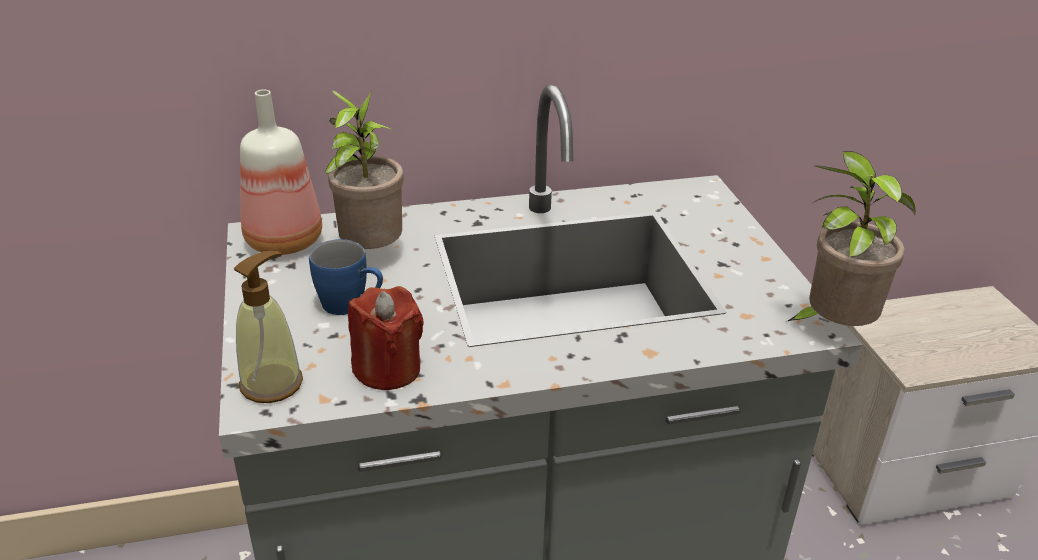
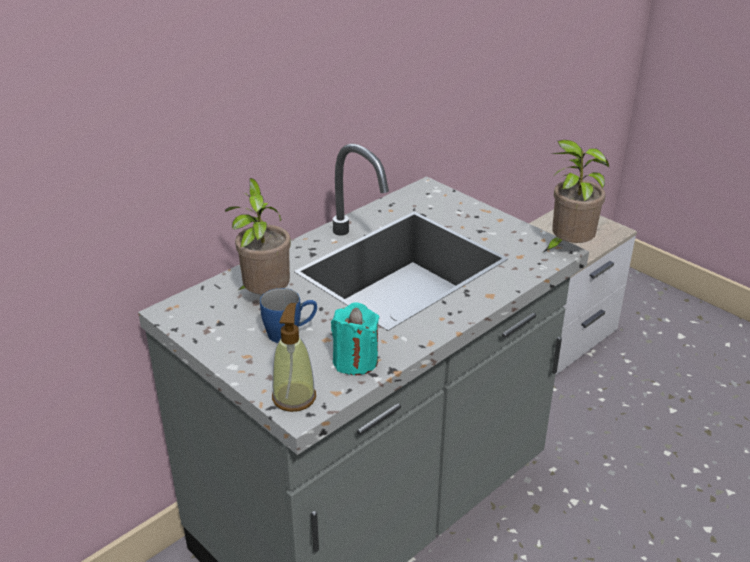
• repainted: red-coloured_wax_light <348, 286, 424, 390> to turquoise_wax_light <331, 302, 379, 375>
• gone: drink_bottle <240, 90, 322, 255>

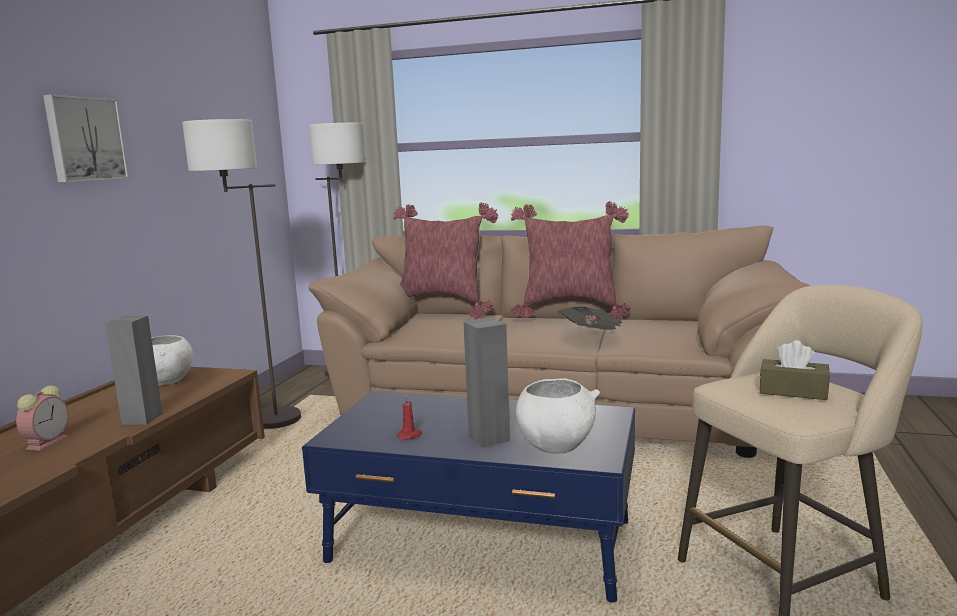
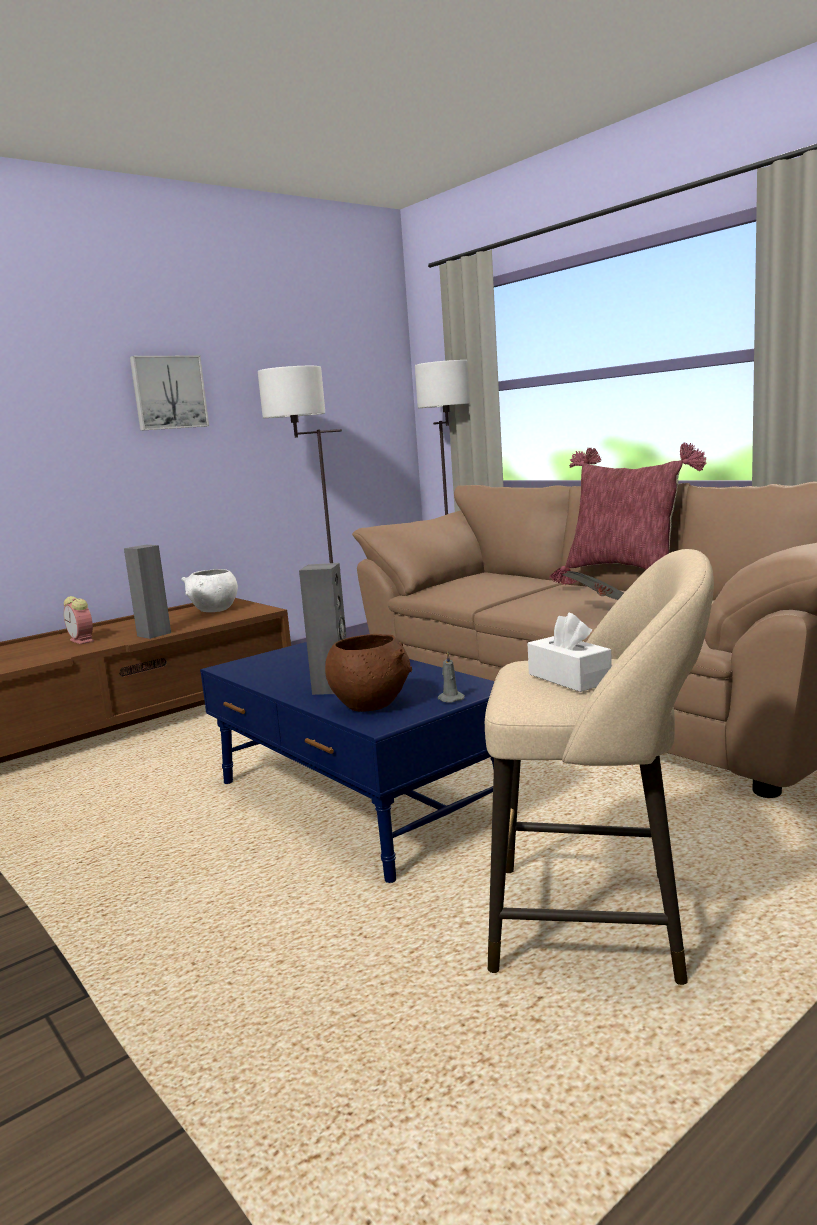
• rotated: table_clock <16, 386, 68, 451> = <64, 596, 94, 644> 90 degrees clockwise
• repainted: white_bowl <516, 378, 600, 454> to brownish_bowl <325, 634, 412, 712>
• new: grey_wax_light <438, 651, 465, 703>
• repainted: brownish_tissue_box <760, 340, 830, 400> to white_tissue_box <527, 613, 612, 692>
• gone: red-coloured_throw_pillow <393, 203, 498, 319>
• gone: red-coloured_wax_light <397, 395, 422, 440>

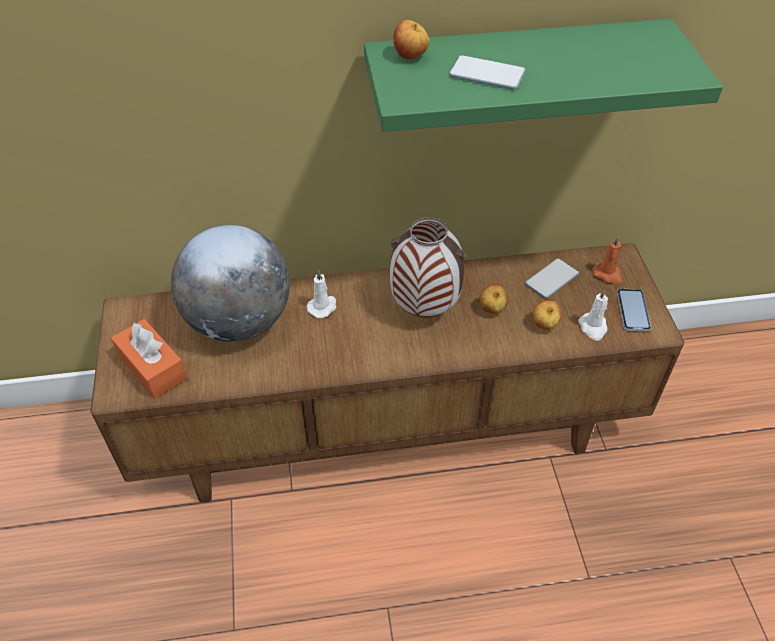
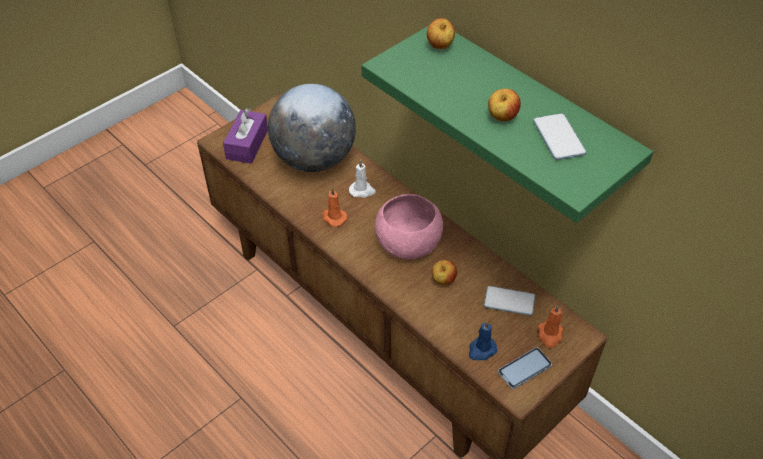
• repainted: orangey_tissue_box <111, 319, 187, 399> to purplish_tissue_box <223, 108, 268, 164>
• new: orangey_wax_light <322, 187, 347, 227>
• swapped: flower_vase <390, 217, 465, 317> to pink-coloured_bowl <375, 194, 443, 259>
• repainted: white_wax_light <578, 289, 608, 341> to blue_wax_light <469, 320, 497, 360>
• shifted: apple <532, 300, 562, 330> to <488, 89, 521, 121>
• shifted: telephone <449, 55, 526, 90> to <533, 113, 587, 160>

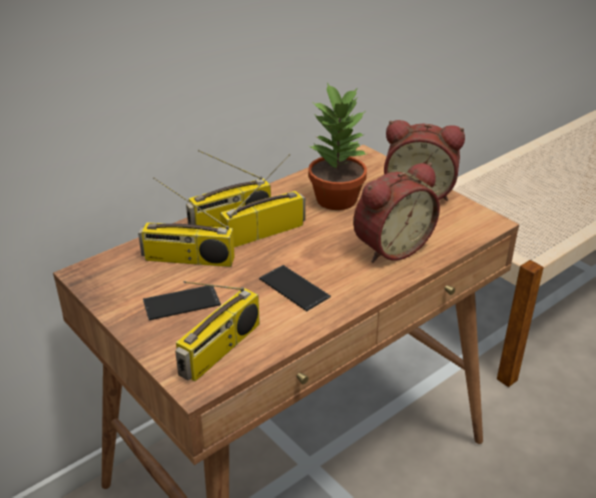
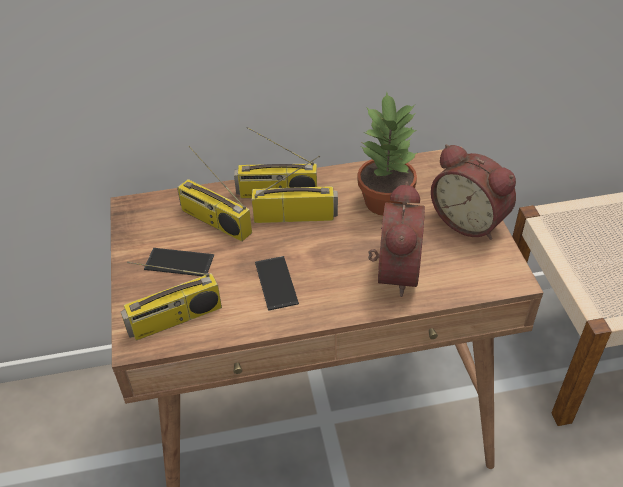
• rotated: table_clock <353, 163, 440, 263> = <368, 182, 425, 297> 75 degrees counterclockwise

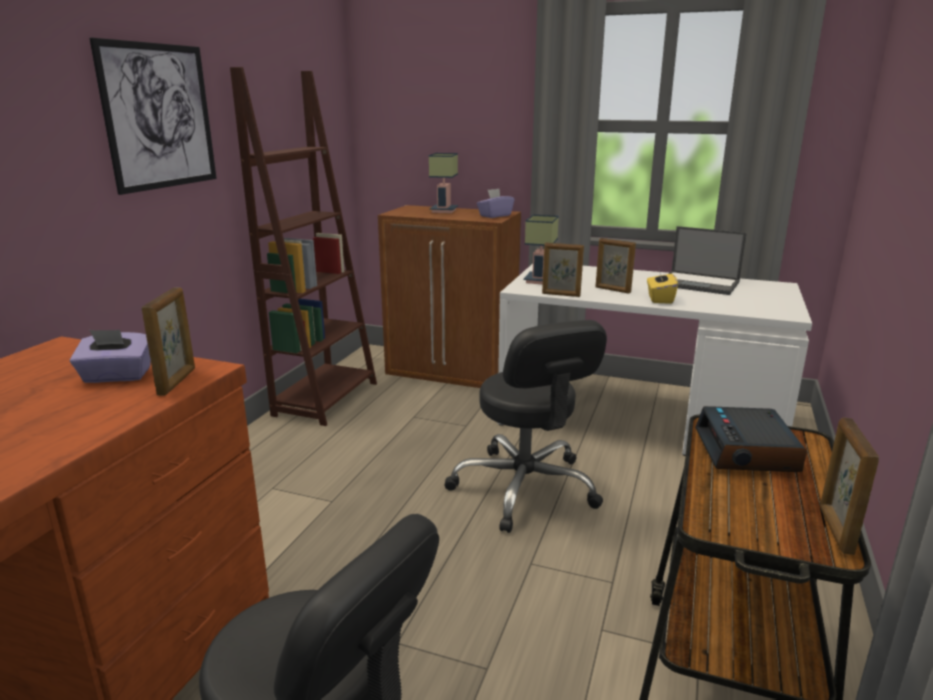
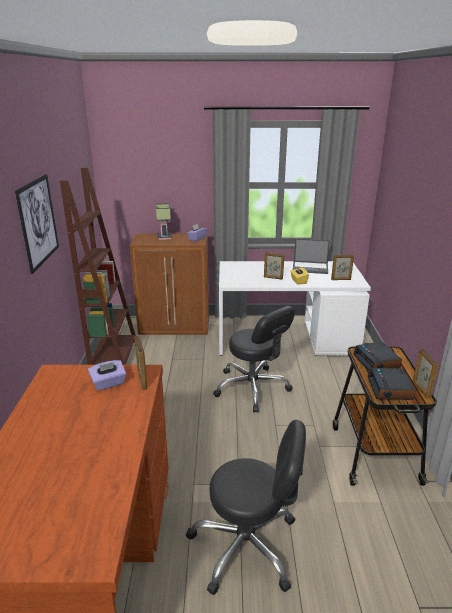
• shifted: picture_frame <542, 243, 584, 297> to <331, 255, 354, 280>
• new: table_clock <368, 368, 416, 400>
• gone: tabletop_lamp <523, 214, 559, 285>

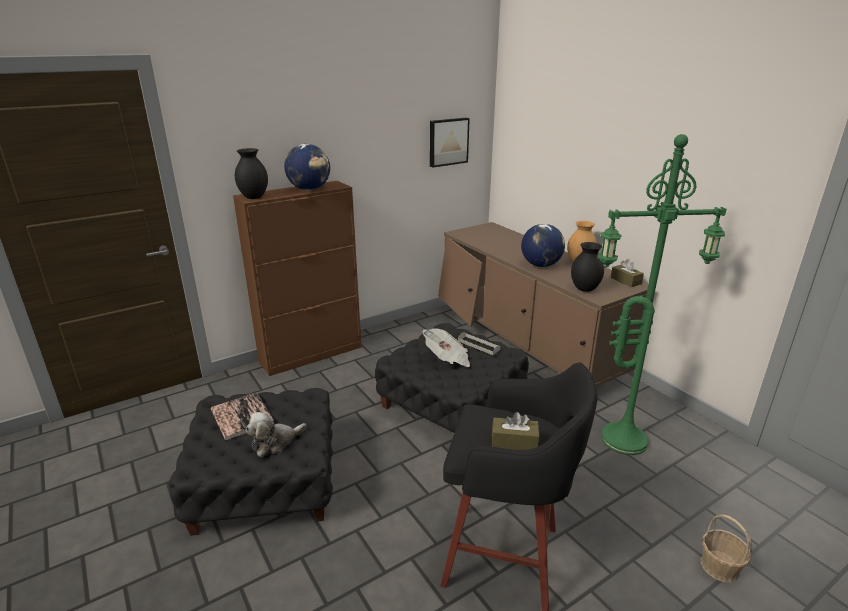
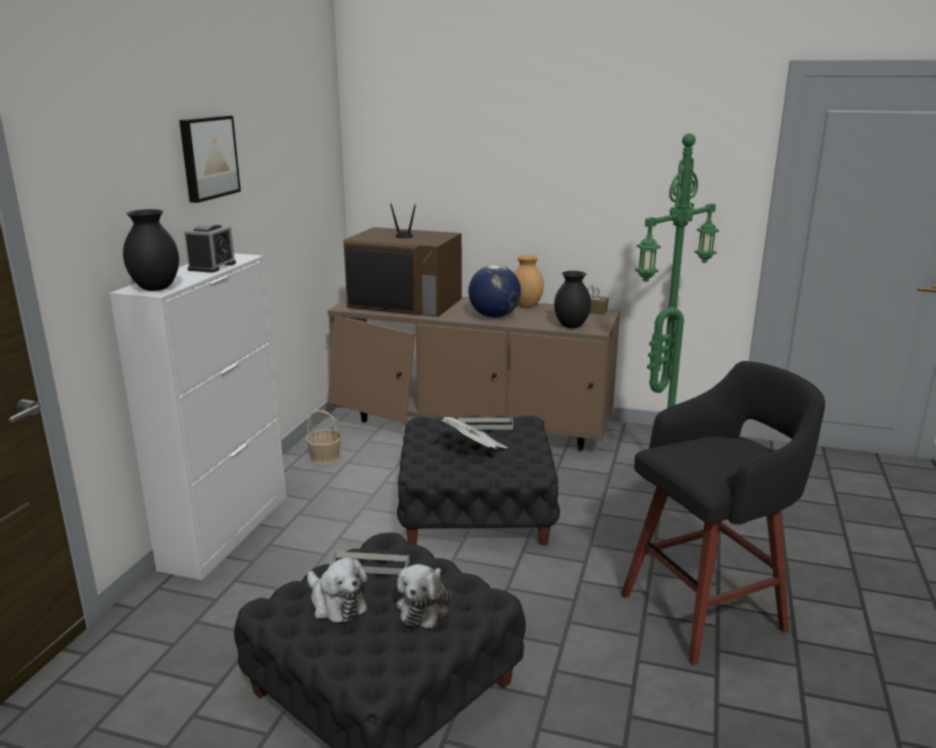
• repainted: brownish_cupboard <233, 181, 361, 376> to white_cupboard <109, 253, 286, 580>
• shifted: picture <430, 118, 470, 167> to <179, 115, 241, 203>
• swapped: desk_globe <284, 144, 330, 190> to table_clock <184, 224, 236, 273>
• shifted: basket <701, 514, 753, 583> to <306, 410, 342, 465>
• swapped: book <211, 393, 274, 440> to cuddly_toy <307, 558, 367, 623>
• new: grey_serving_tray <330, 551, 410, 575>
• new: TV_set <343, 203, 462, 317>
• gone: brownish_tissue_box <492, 412, 539, 450>

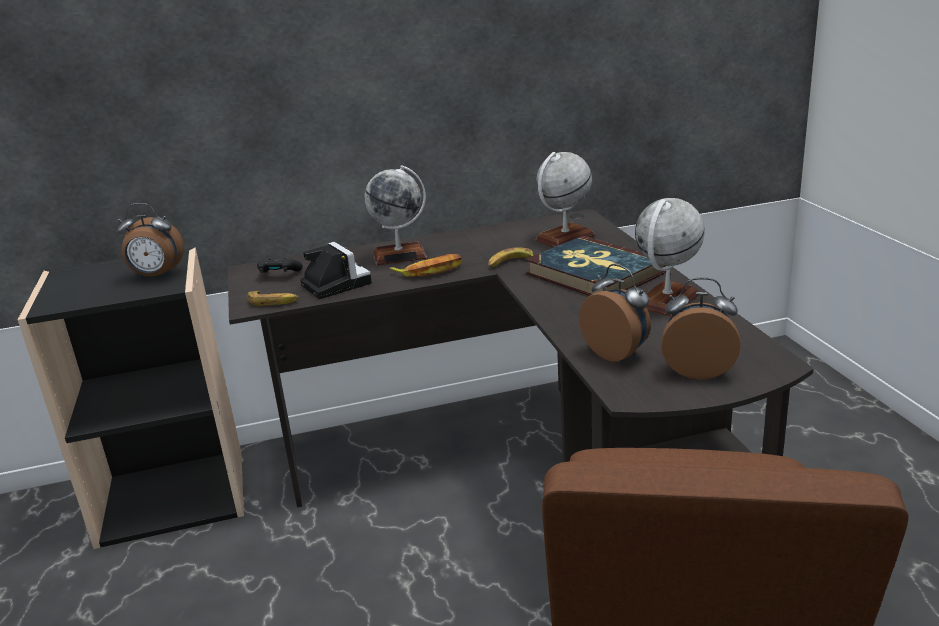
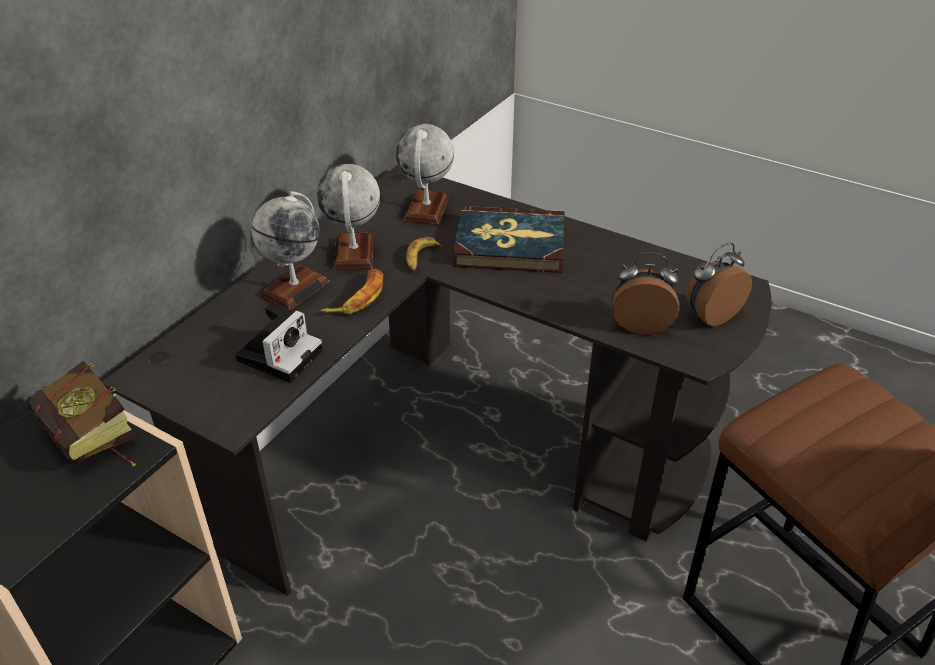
• swapped: table_clock <117, 203, 184, 278> to book <28, 361, 135, 466>
• rotated: still_camera <300, 242, 372, 299> = <235, 303, 323, 383> 105 degrees clockwise
• shifted: desk_globe <635, 198, 705, 316> to <317, 164, 380, 270>
• gone: banana_fruit <247, 291, 299, 306>
• gone: blackish_game_controller <257, 258, 303, 273>

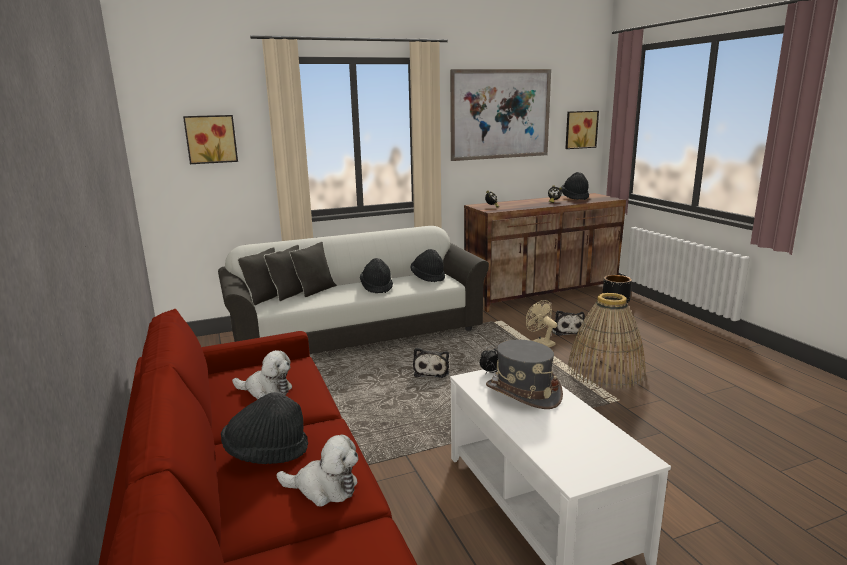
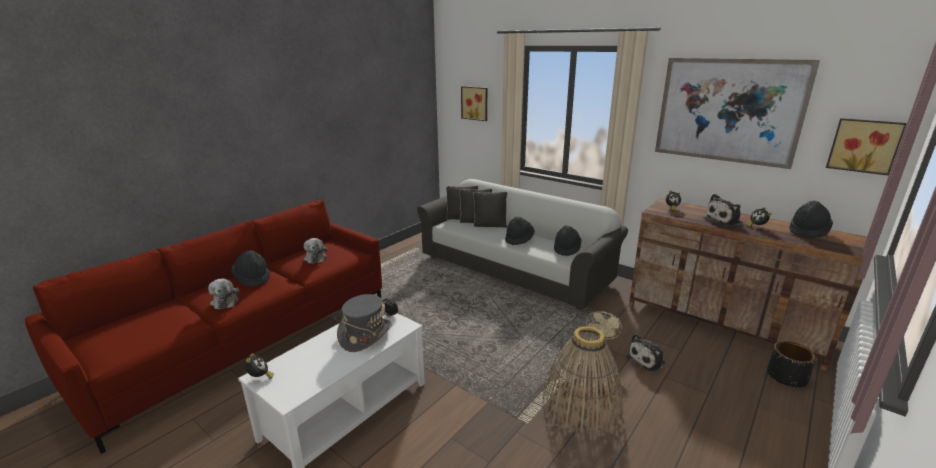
• new: table_clock <246, 353, 274, 379>
• shifted: cuddly_toy <413, 348, 449, 378> to <704, 194, 743, 226>

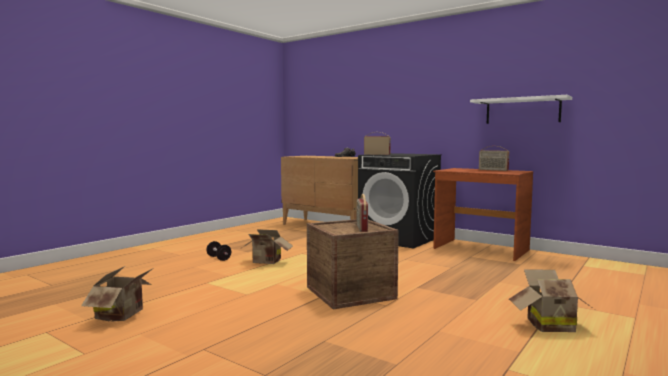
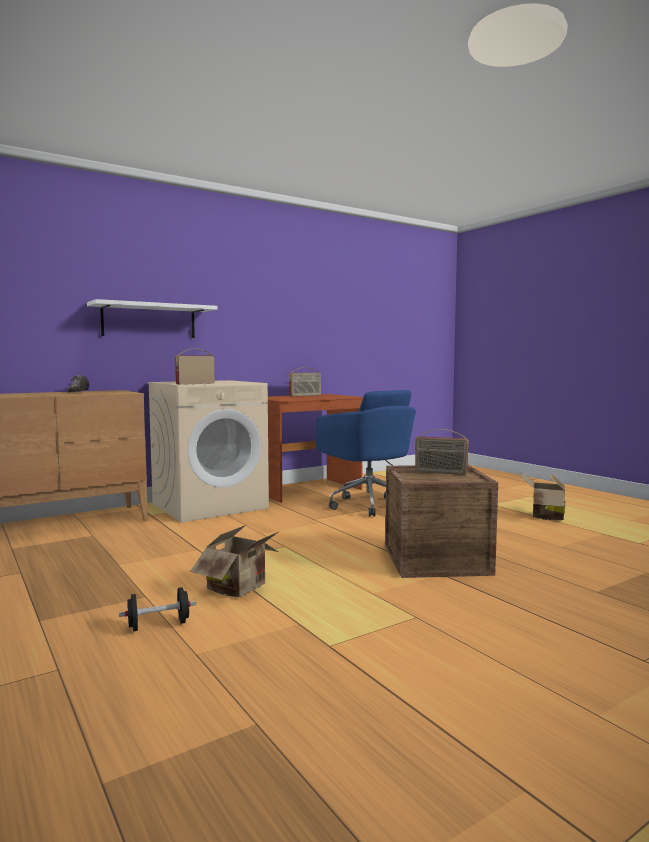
• shifted: white_shelf <470, 95, 572, 124> to <87, 299, 218, 338>
• repainted: blackish_laundry_appliance <358, 153, 442, 249> to beige-coloured_laundry_appliance <148, 380, 269, 523>
• new: blue_office_chair <316, 390, 416, 517>
• gone: cardboard_box <81, 266, 153, 322>

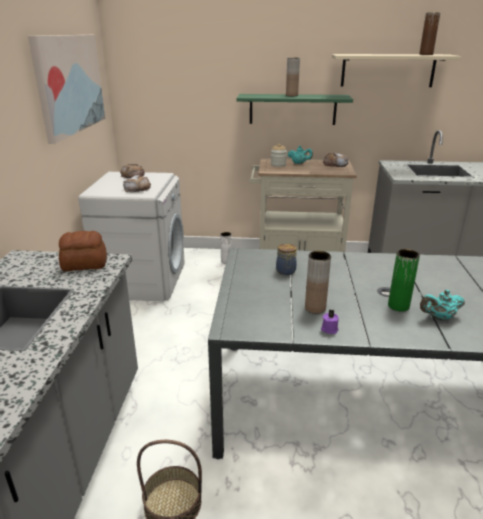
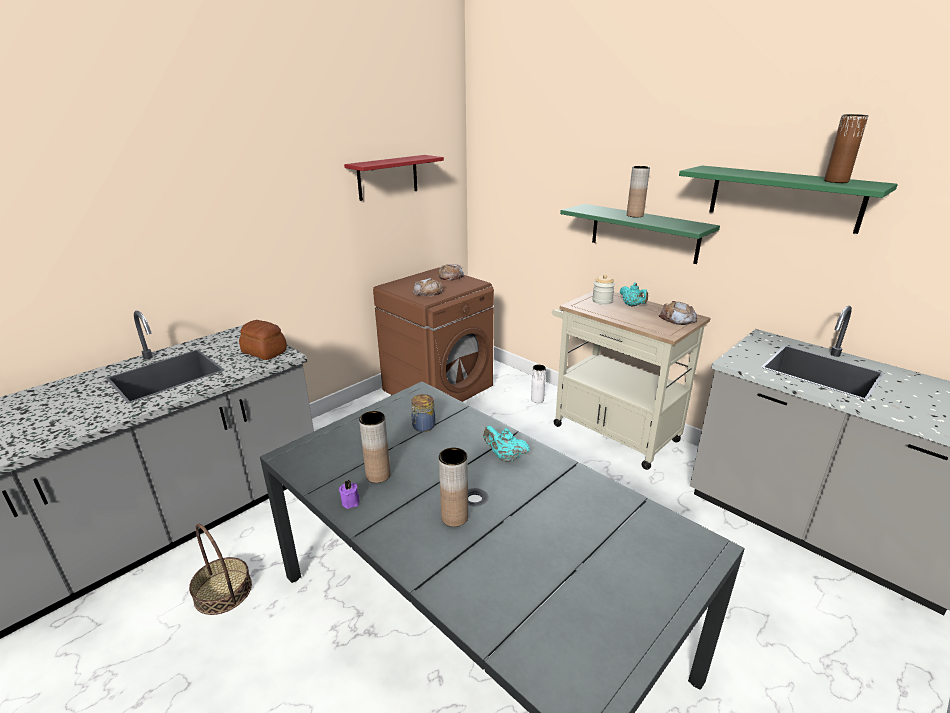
• swapped: picture <28, 35, 106, 144> to red-coloured_shelf <344, 155, 444, 201>
• repainted: white_laundry_appliance <78, 172, 185, 301> to brownish_laundry_appliance <373, 267, 494, 402>
• repainted: greenish_flower_vase <388, 249, 420, 312> to brownish_flower_vase <439, 448, 468, 527>
• shifted: turquoise_pot_for_tea <420, 290, 465, 321> to <483, 426, 530, 462>
• repainted: beige-coloured_shelf <332, 54, 461, 87> to greenish_shelf <679, 165, 898, 234>

